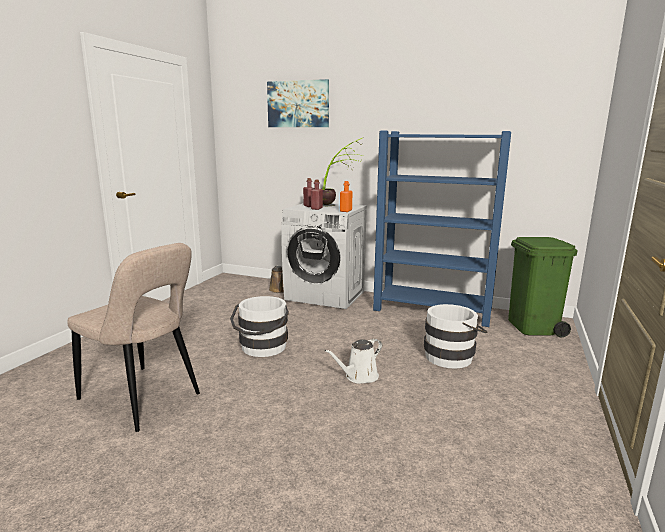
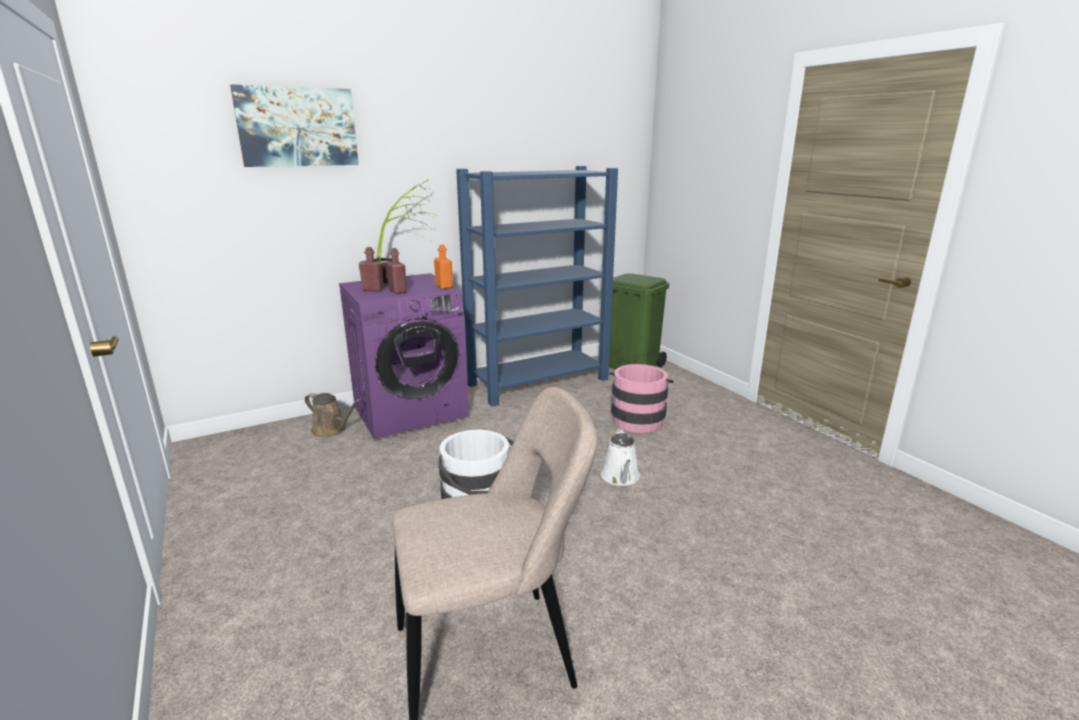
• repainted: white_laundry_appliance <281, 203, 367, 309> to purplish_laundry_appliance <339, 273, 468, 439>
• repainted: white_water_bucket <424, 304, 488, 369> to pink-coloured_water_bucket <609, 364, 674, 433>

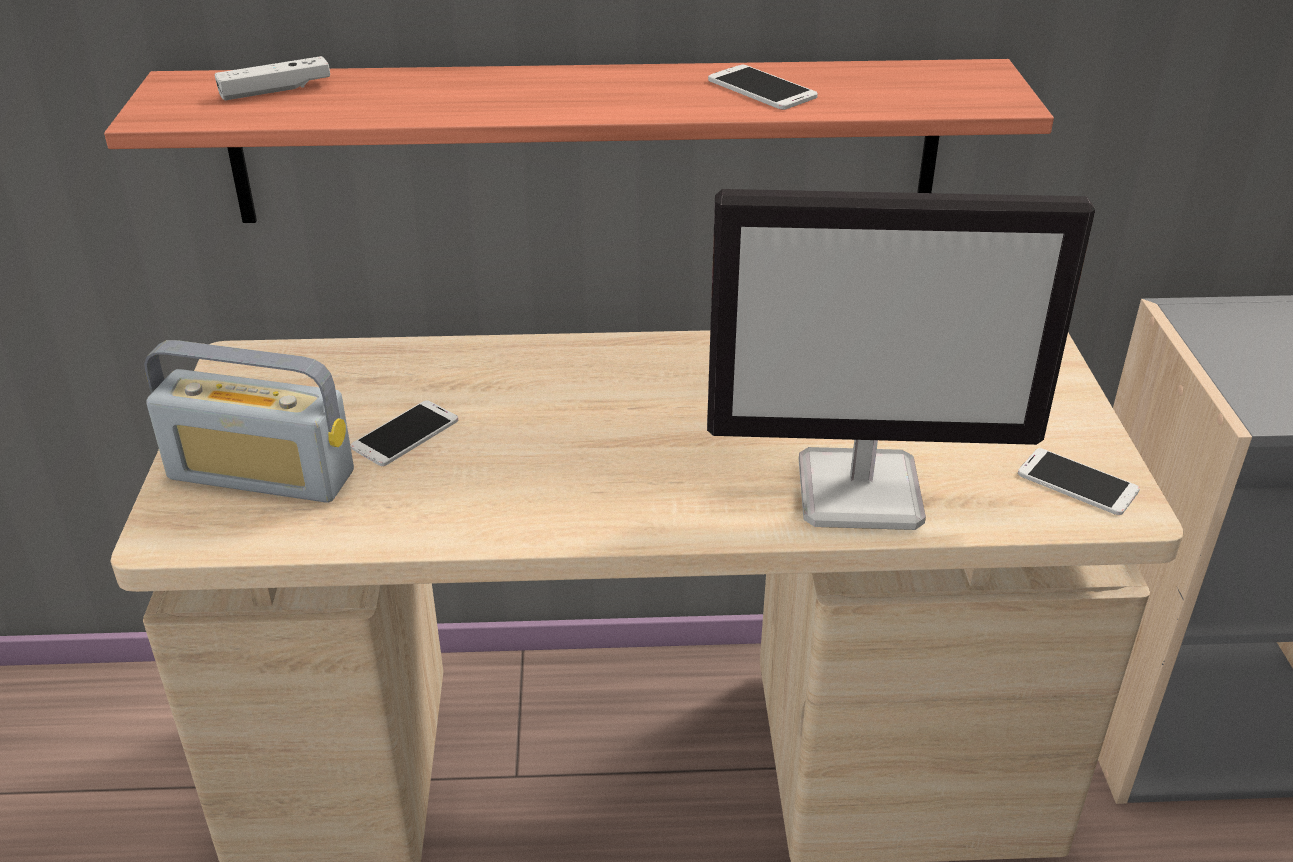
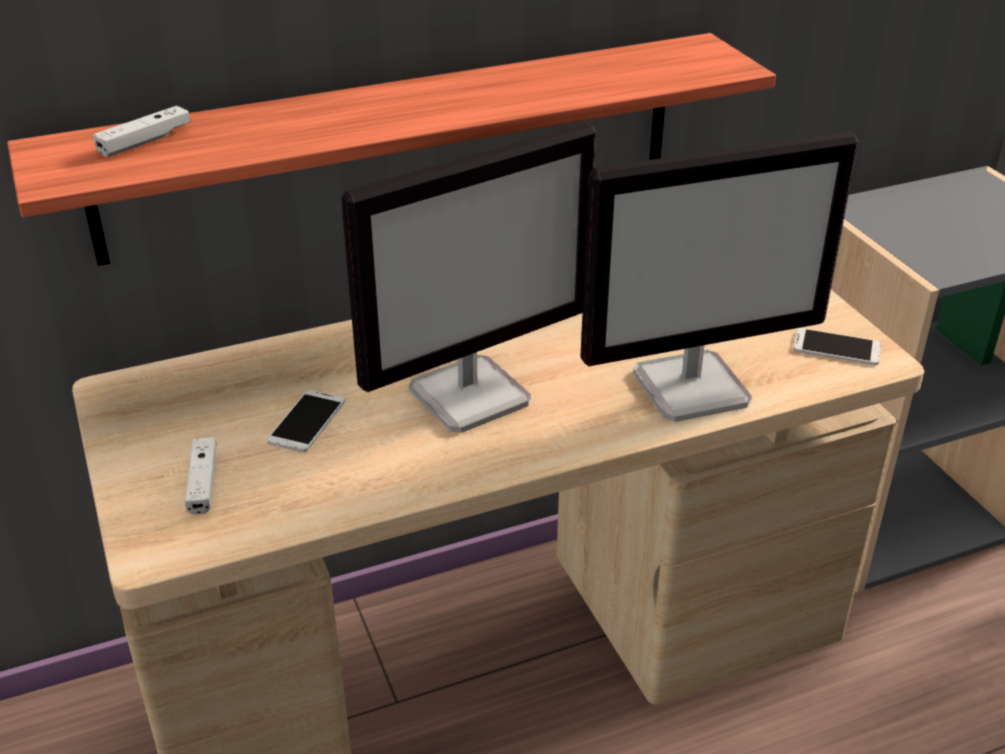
• swapped: radio_receiver <144, 340, 354, 503> to white_game_controller <185, 437, 217, 514>
• new: monitor <341, 123, 596, 433>
• gone: telephone <708, 65, 818, 110>

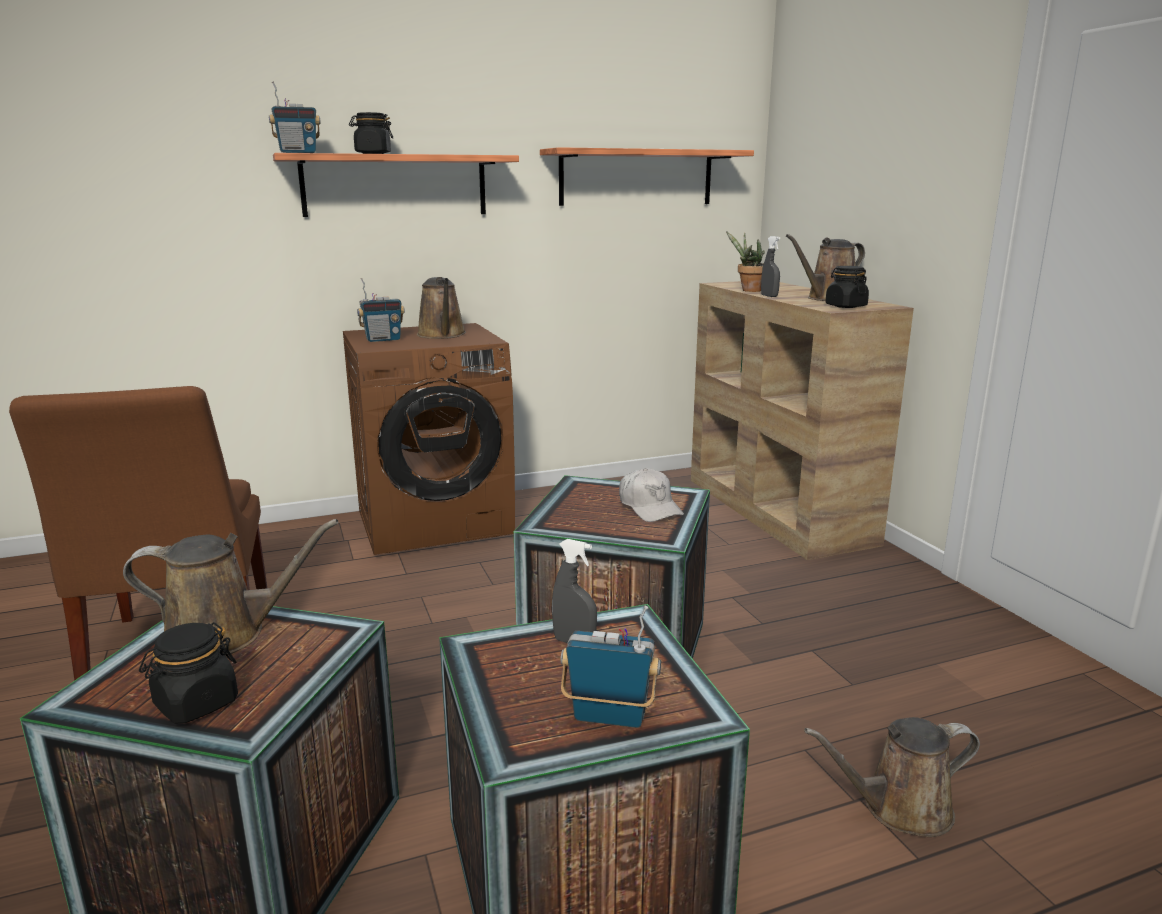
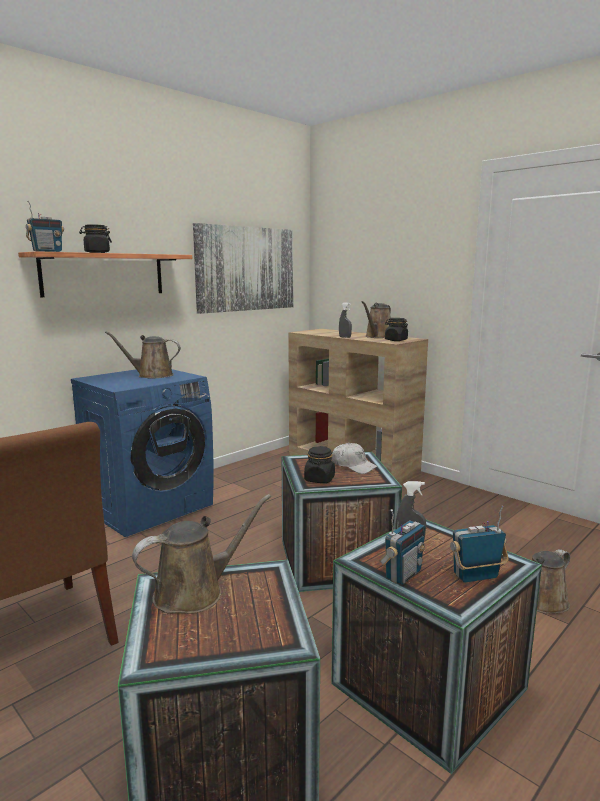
• repainted: brownish_laundry_appliance <343, 323, 515, 555> to blue_laundry_appliance <71, 369, 214, 537>
• rotated: brownish_watering_pot <417, 277, 466, 339> = <105, 331, 181, 378> 135 degrees clockwise
• swapped: shelf <540, 147, 754, 206> to picture <193, 223, 294, 314>
• shifted: blackish_storage_jar <139, 622, 238, 724> to <304, 446, 335, 483>
• shifted: radio_receiver <357, 278, 405, 342> to <379, 509, 426, 585>
• gone: plant_in_a_pot <726, 231, 765, 292>

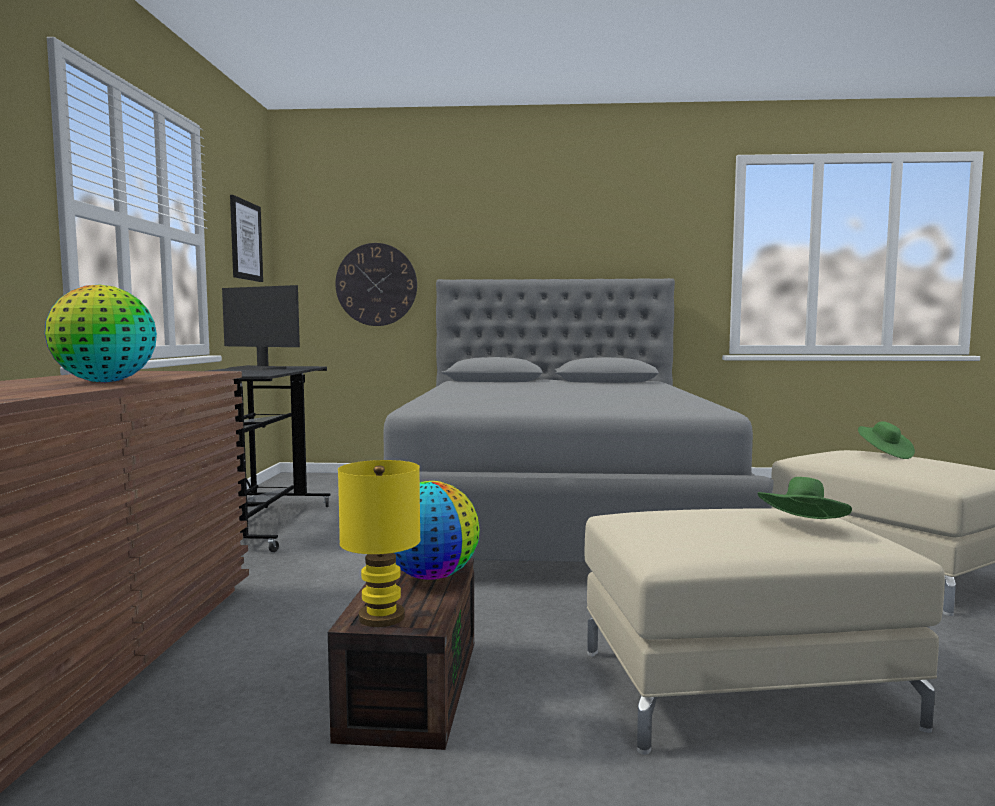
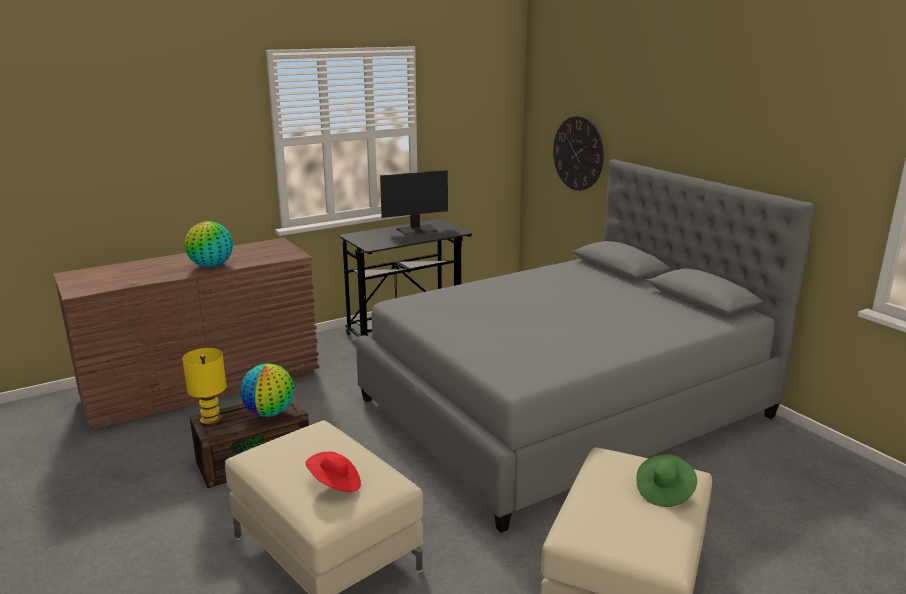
• repainted: greenish_hat <758, 477, 852, 519> to red-coloured_hat <305, 452, 361, 492>
• rotated: monitor <222, 285, 300, 371> = <380, 170, 448, 235> 105 degrees counterclockwise
• gone: picture <230, 195, 263, 282>

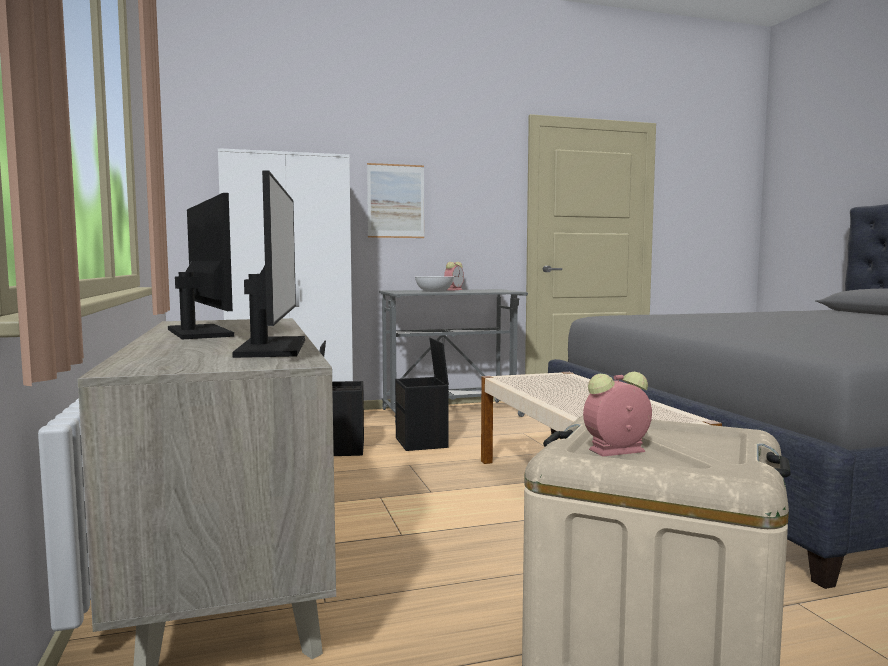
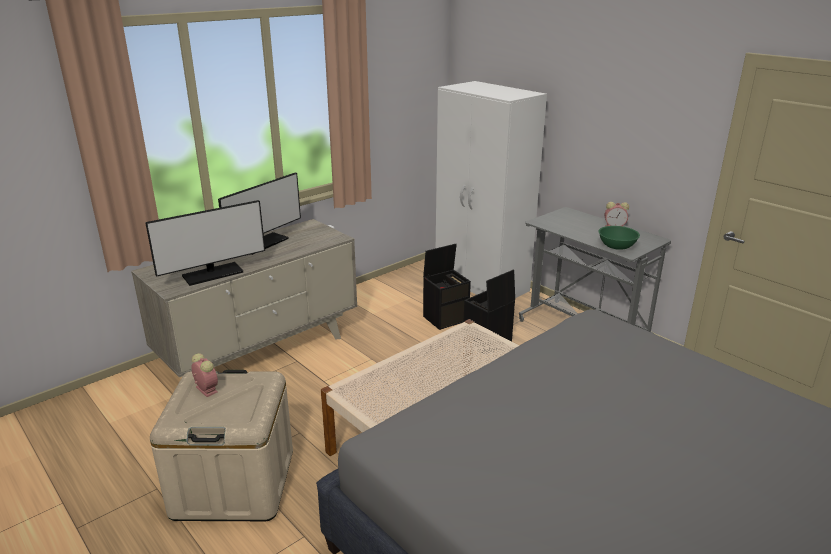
• new: greenish_bowl <598, 226, 640, 250>
• gone: picture <367, 163, 424, 238>
• gone: white_bowl <415, 276, 454, 292>

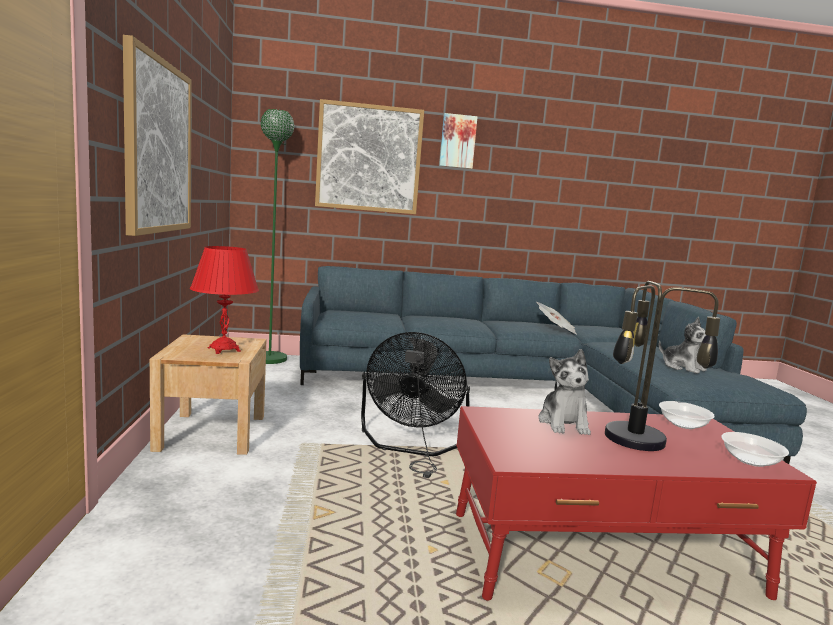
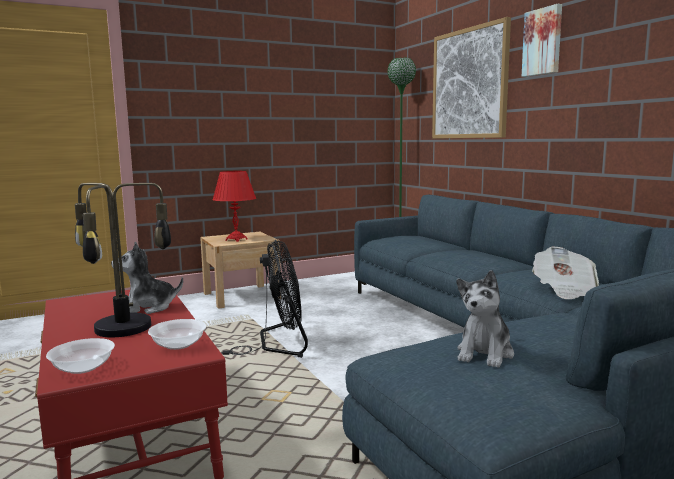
• gone: picture <123, 35, 192, 236>

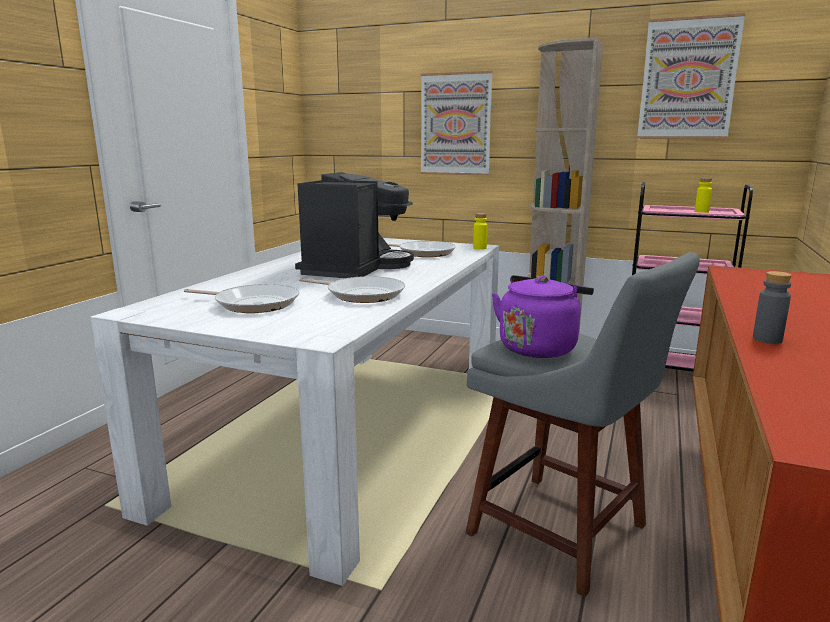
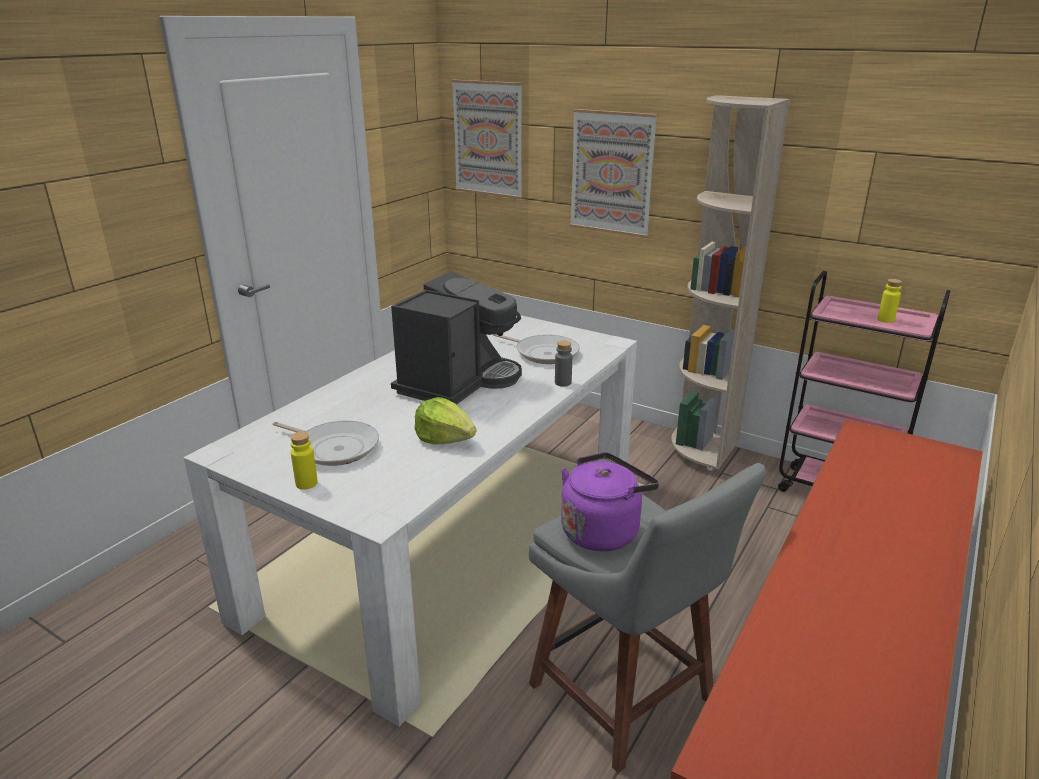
• shifted: yellow-coloured_drink_bottle <473, 213, 487, 250> to <290, 432, 318, 490>
• swapped: frying_pan <299, 276, 405, 303> to lettuce <415, 397, 476, 444>
• shifted: picture <637, 13, 745, 139> to <451, 80, 523, 199>
• shifted: grey_drink_bottle <753, 271, 792, 344> to <555, 341, 572, 387>

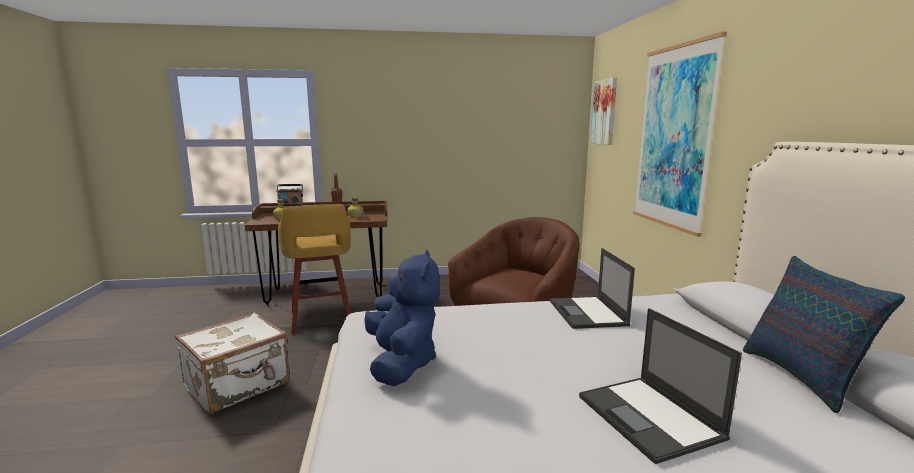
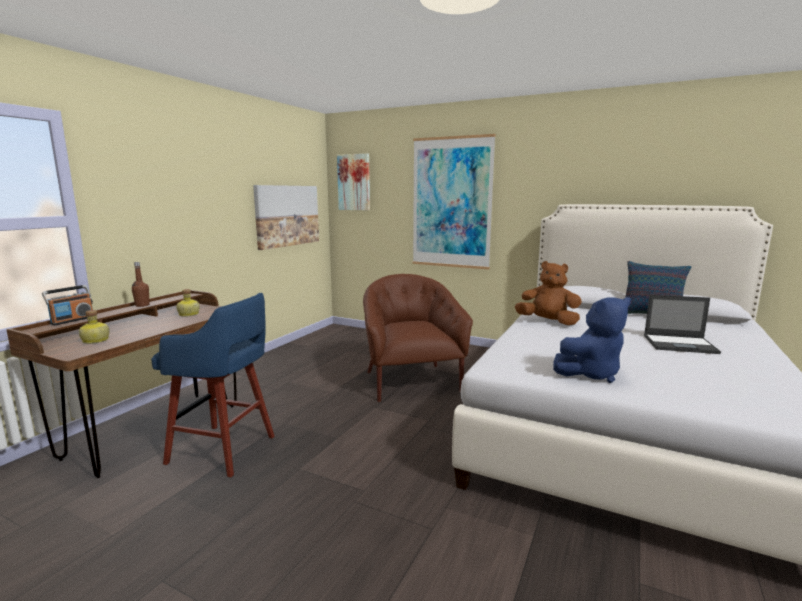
• repainted: yellow-coloured_stool_seat <278, 204, 351, 335> to blue_stool_seat <151, 293, 275, 477>
• new: picture <253, 185, 319, 250>
• swapped: notebook_computer <550, 248, 635, 329> to brownish_cuddly_toy <515, 261, 582, 325>
• rotated: blue_cuddly_toy <364, 250, 440, 386> = <553, 297, 631, 383> 135 degrees clockwise
• gone: white_travel_case <175, 313, 290, 414>

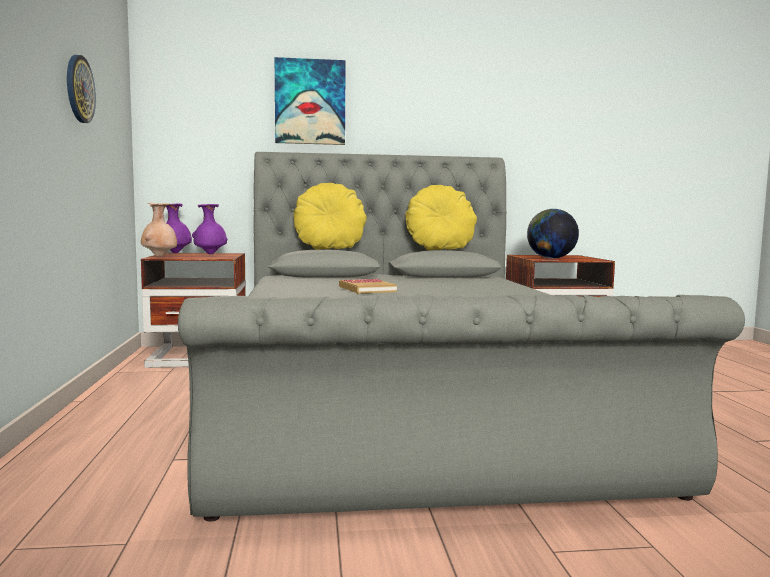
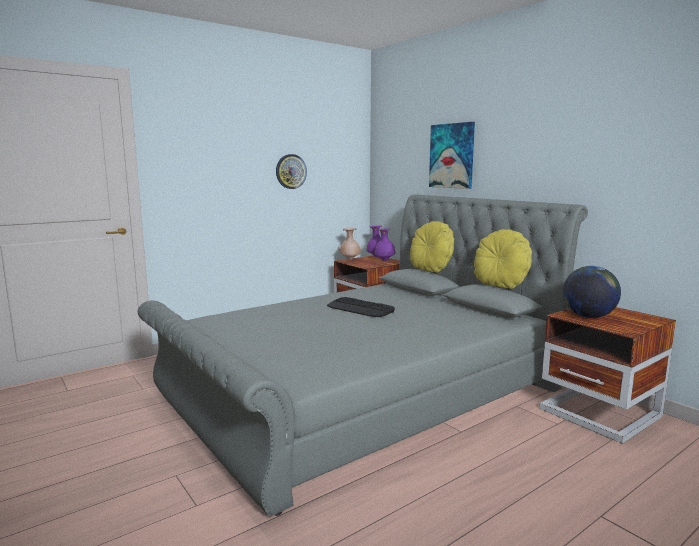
• swapped: book <339, 279, 397, 294> to PC_keyboard <327, 297, 395, 317>

